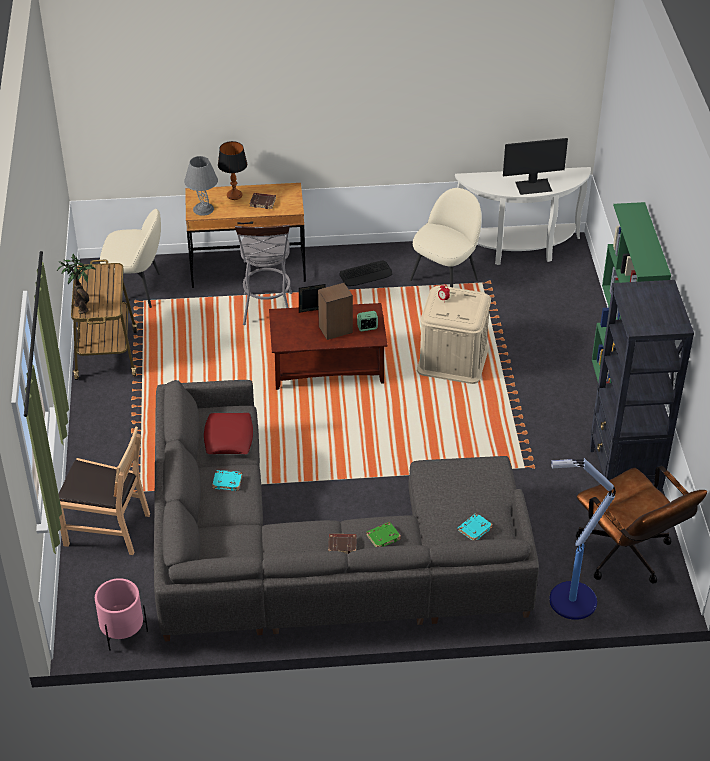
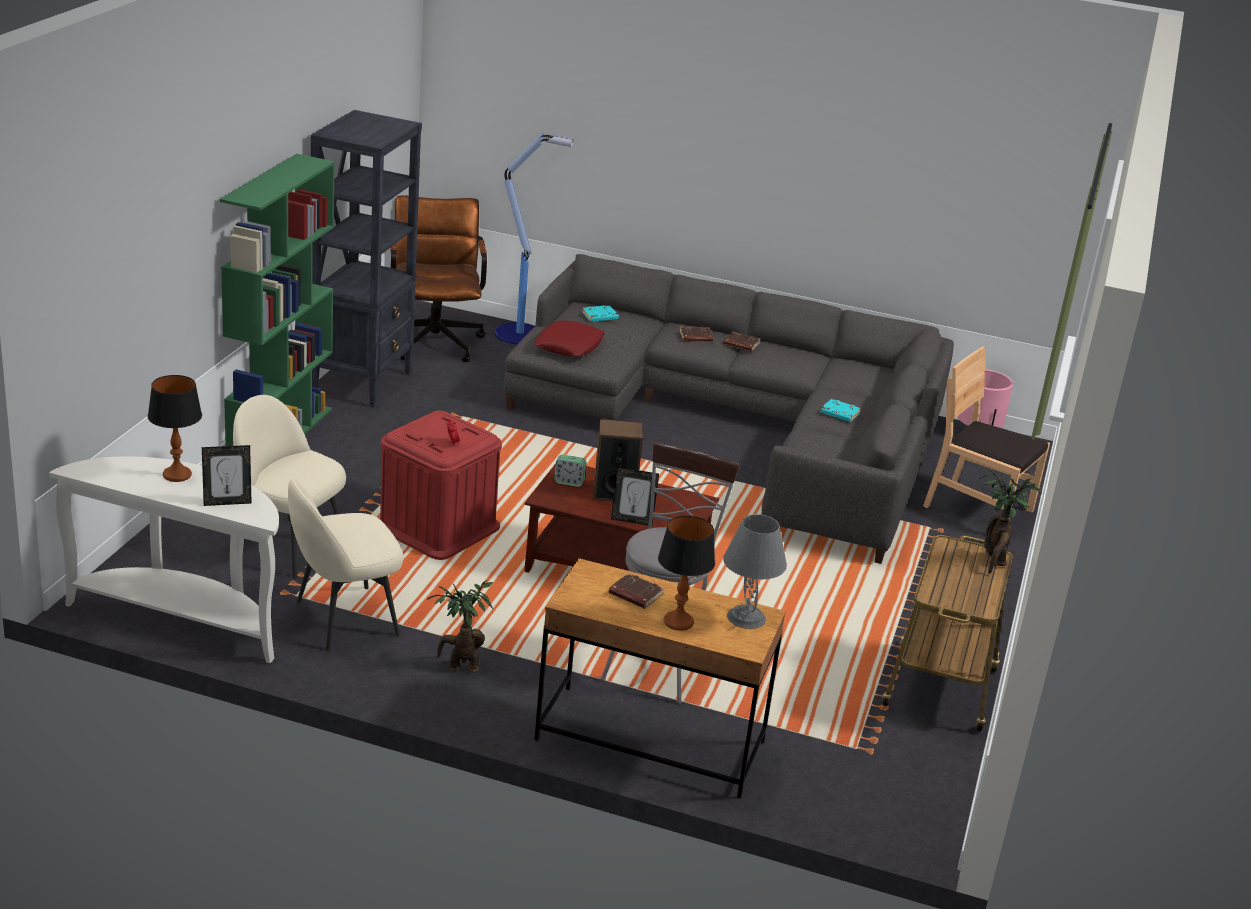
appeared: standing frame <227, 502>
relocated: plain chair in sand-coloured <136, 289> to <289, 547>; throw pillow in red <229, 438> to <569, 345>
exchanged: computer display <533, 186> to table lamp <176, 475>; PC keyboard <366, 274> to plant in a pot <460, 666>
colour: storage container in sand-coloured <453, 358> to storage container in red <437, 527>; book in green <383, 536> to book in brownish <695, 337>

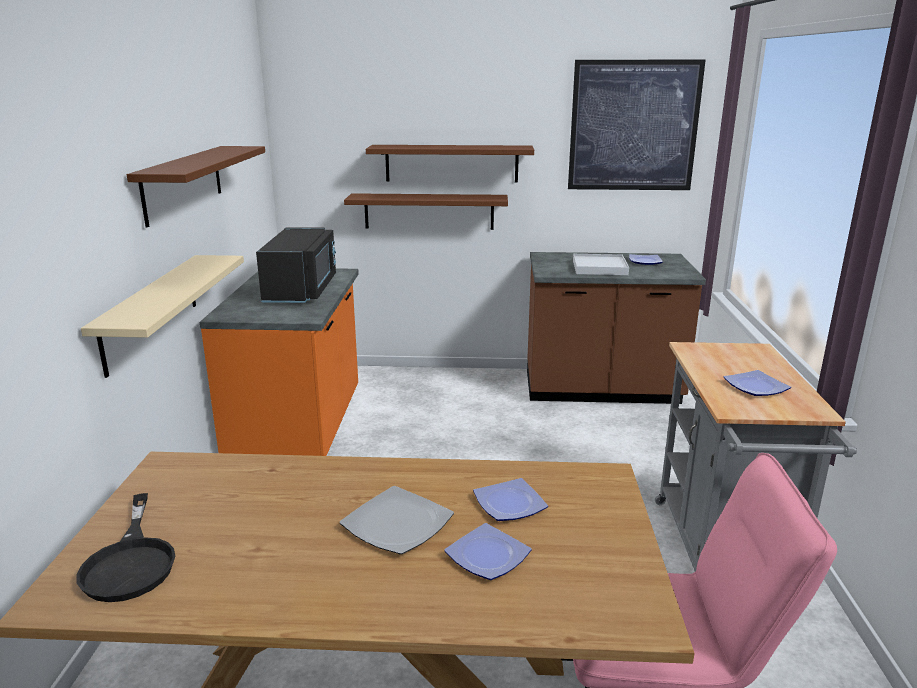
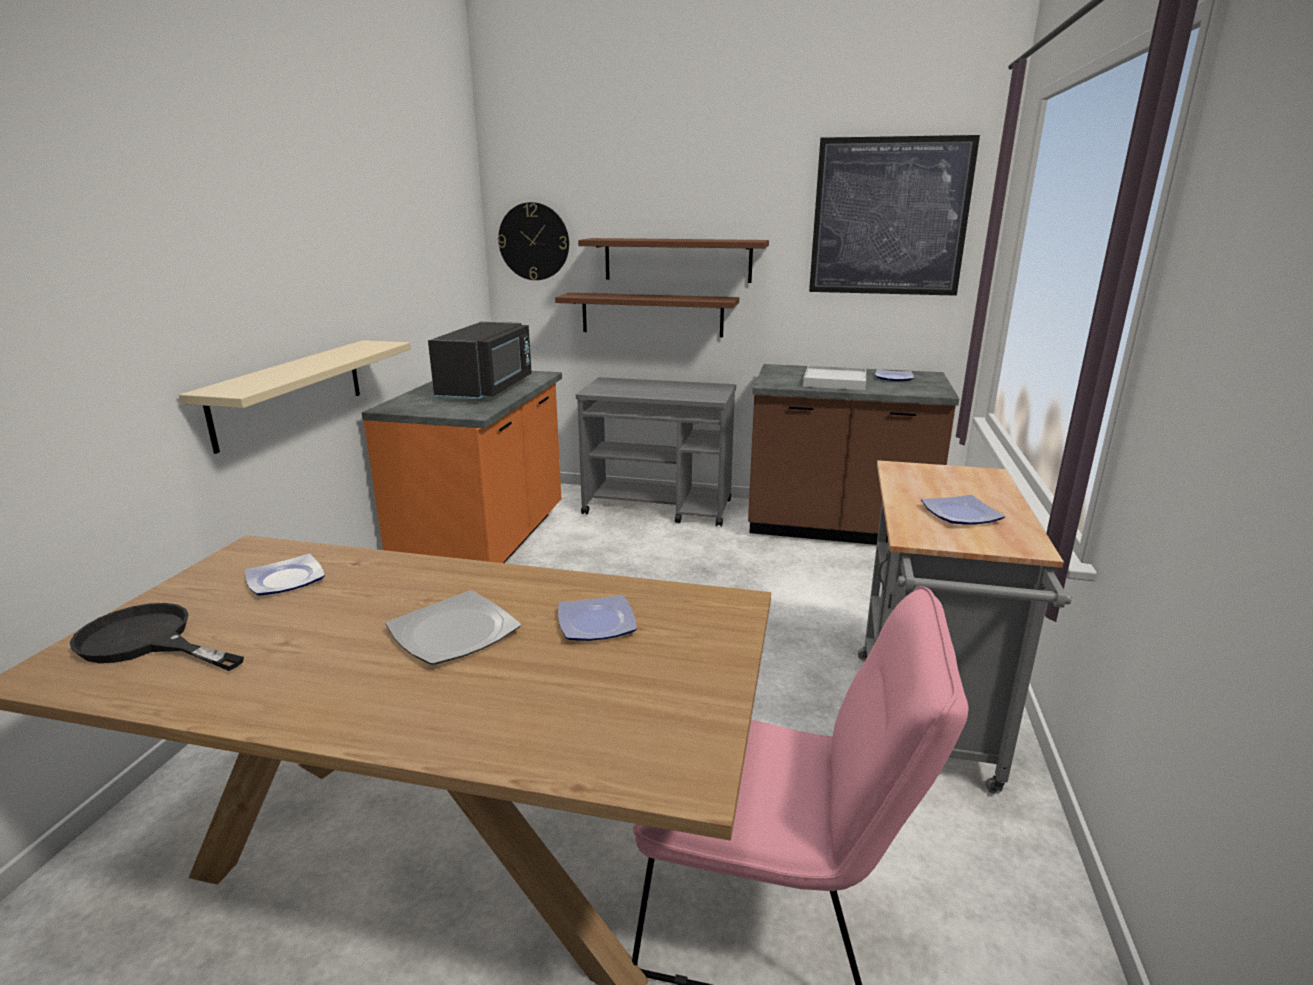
missing: shelf in brownish <183, 183>
appeared: hanging clock <534, 241>; trolley in grey <659, 507>
relocated: dinner plate <487, 557> to <285, 581>
spun: pan in black <131, 561> = <147, 642> 120 degrees clockwise

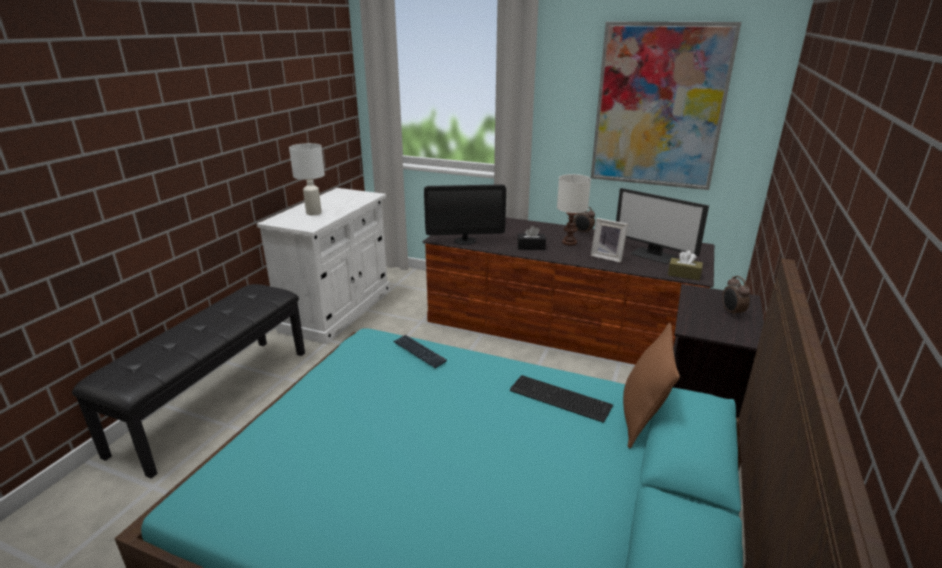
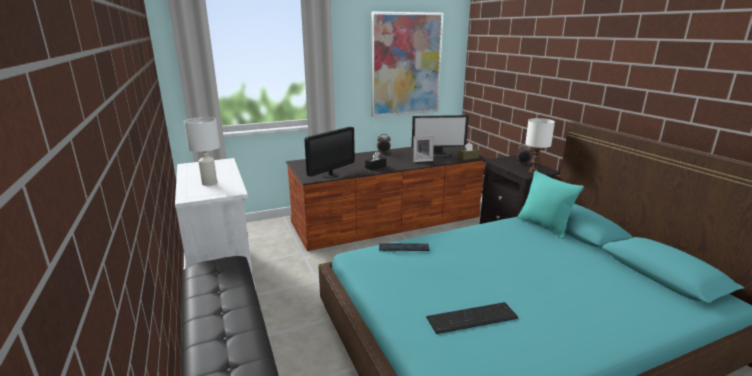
relocated: table lamp in whitish <569, 242> to <533, 172>; PC keyboard <560, 399> to <473, 318>
colour: throw pillow in brownish <642, 418> to throw pillow in blue-green <544, 226>

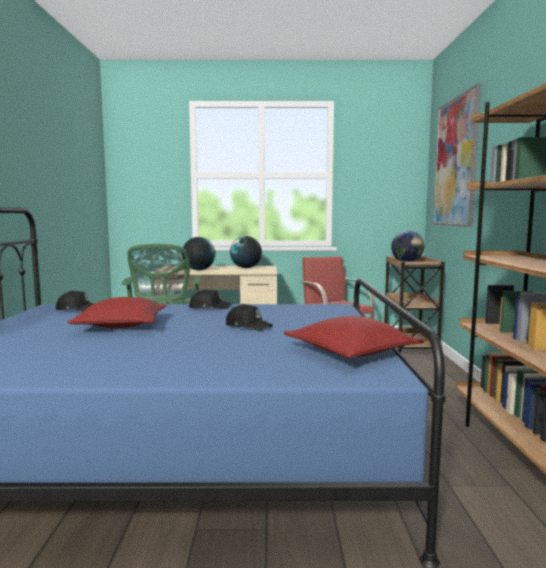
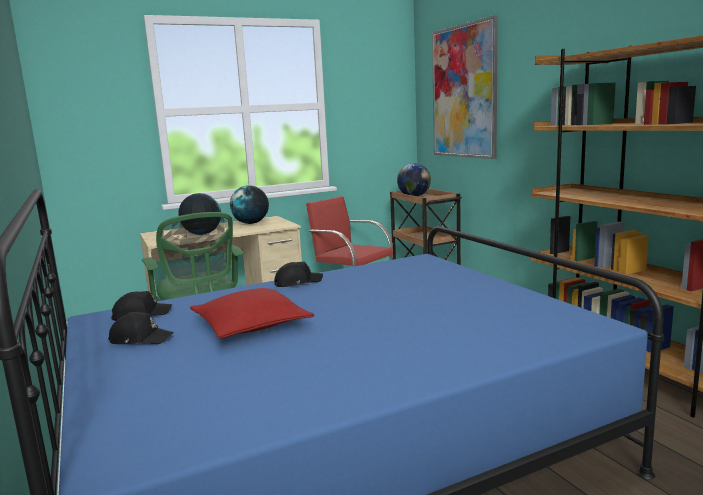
missing: throw pillow in red <351, 352>
relocated: baseball cap in black <248, 326> to <141, 339>

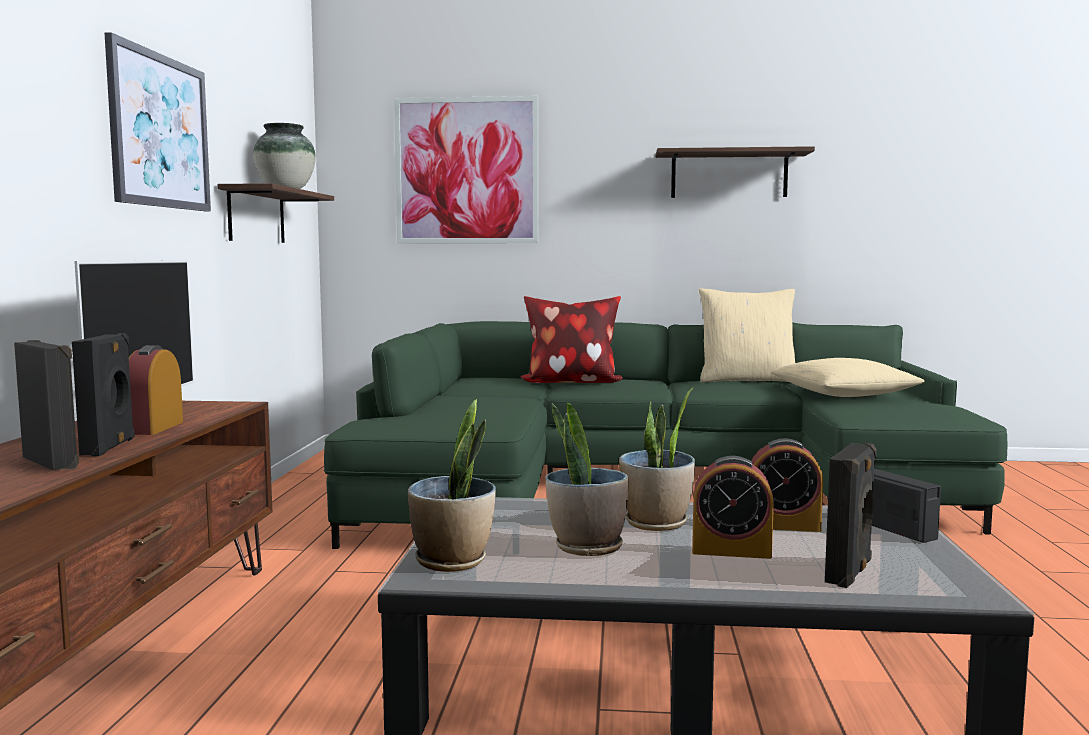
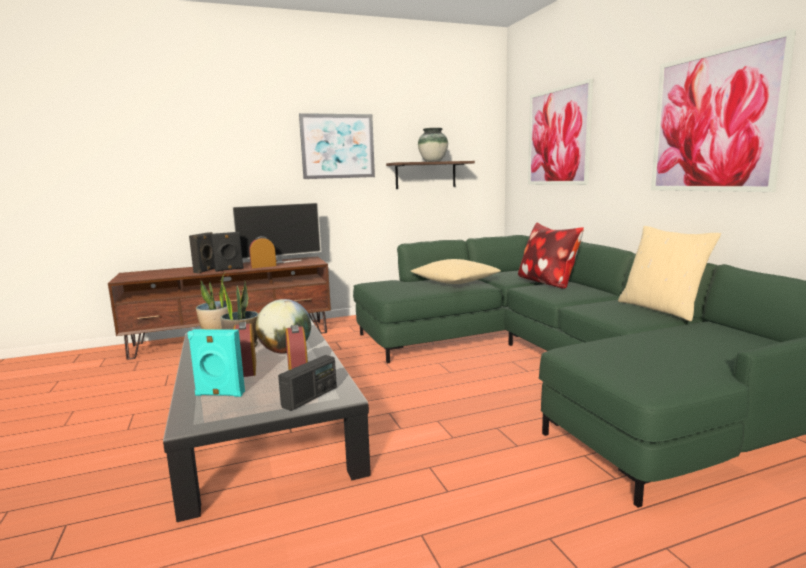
relocated: throw pillow in sand-coloured <843, 395> to <455, 282>
exchanged: shelf <729, 175> to wall picture <713, 122>; plant in a pot <656, 523> to desk globe <286, 351>
colour: speaker in black <850, 572> to speaker in blue-green <219, 394>

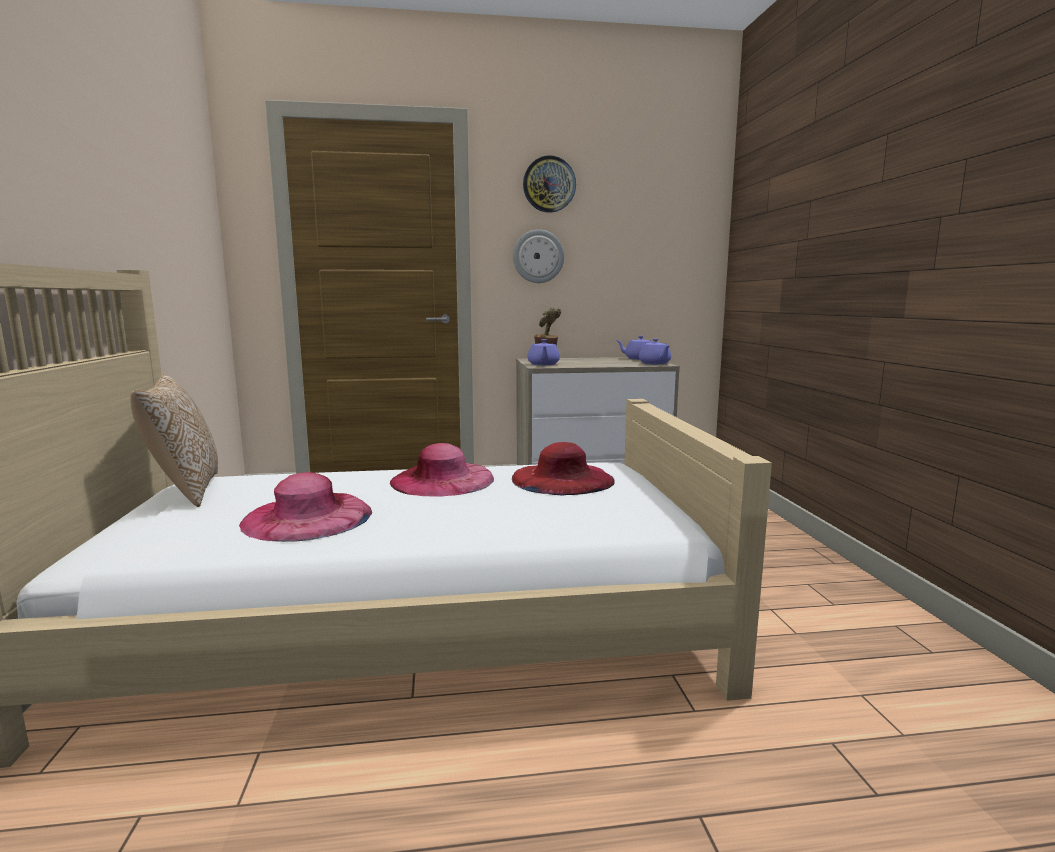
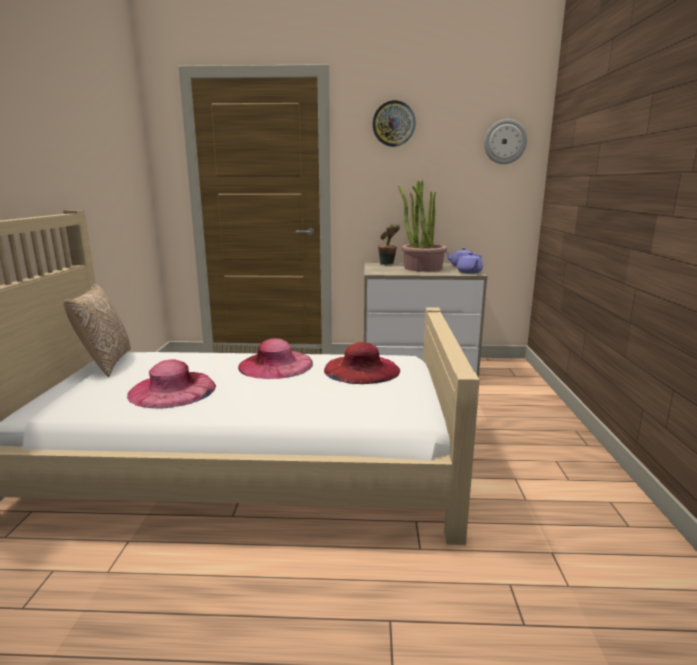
missing: teapot in purplish <543, 364>
appeared: plant in a pot <422, 268>
relocated: hanging clock <538, 256> to <505, 142>

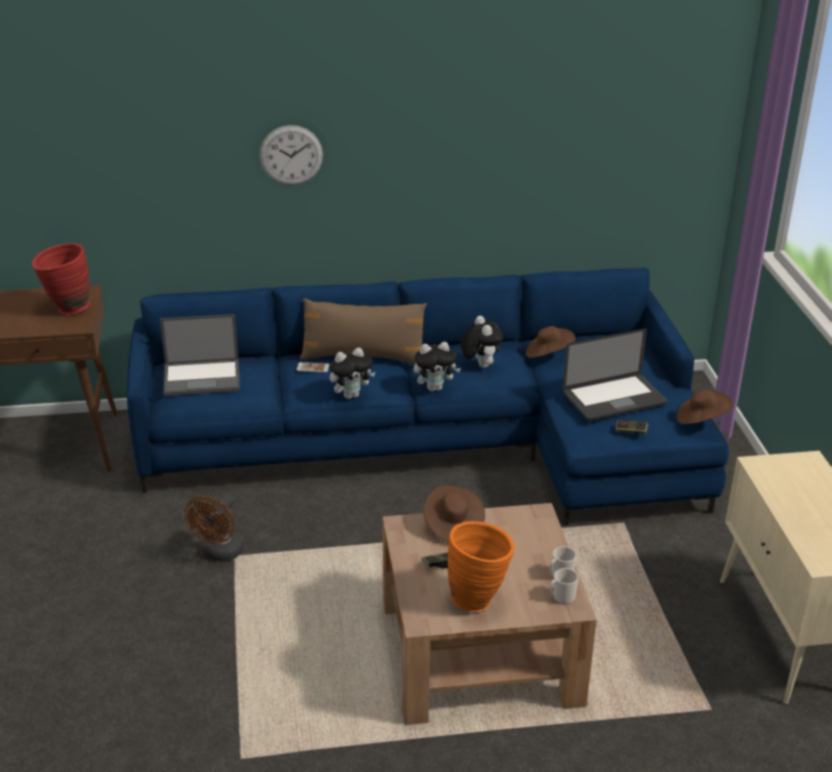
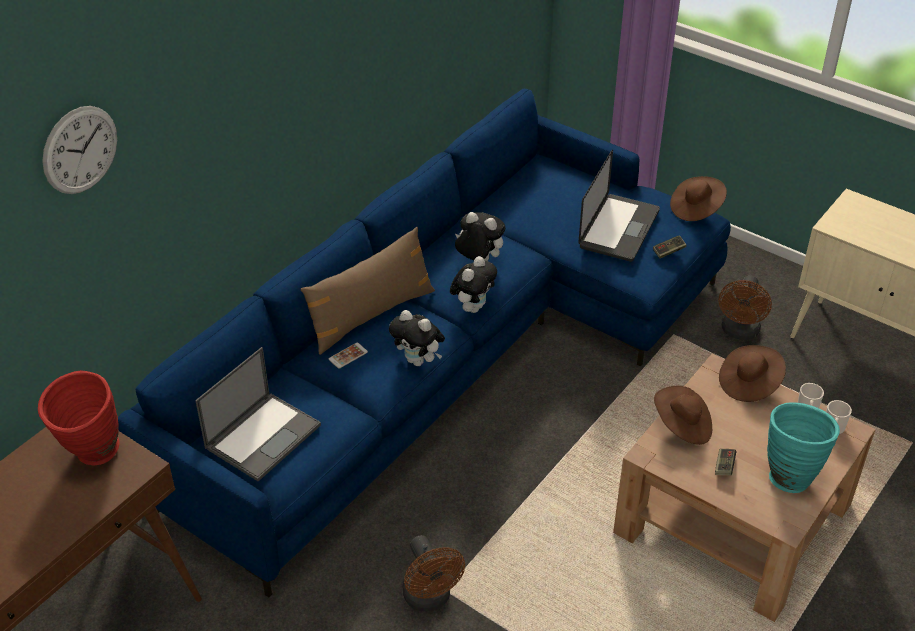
appeared: cooling fan in brownish <739, 332>
relocated: hanging clock <291, 155> to <80, 150>; wearable hat in brownish <548, 354> to <749, 384>
colour: vase in orangey <478, 598> to vase in blue-green <789, 474>
spun: cuddly toy <351, 395> = <418, 361> 105 degrees clockwise

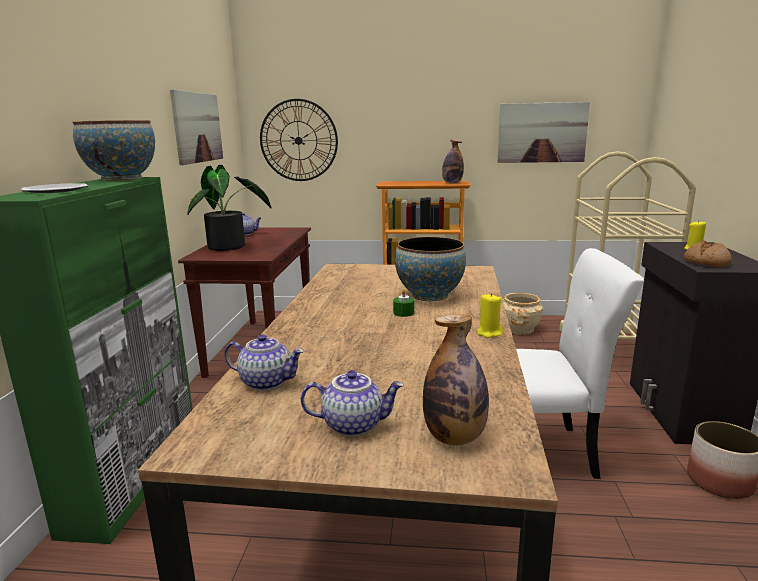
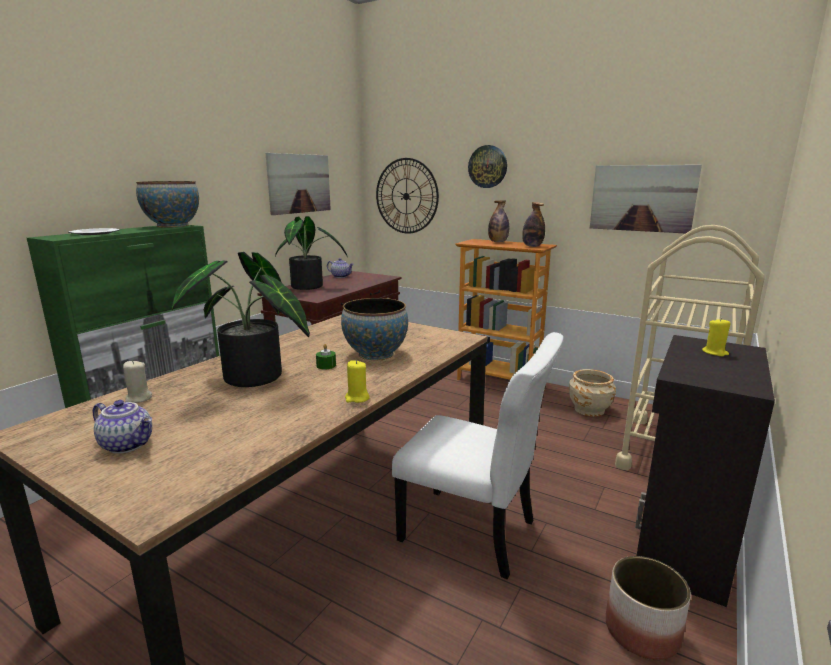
missing: bakery bread <706, 263>
appeared: hanging clock <487, 166>; plant in a pot <255, 379>
relocated: bottle <454, 437> to <498, 242>
exchanged: teapot <266, 382> to candle in sand-coloured <138, 398>

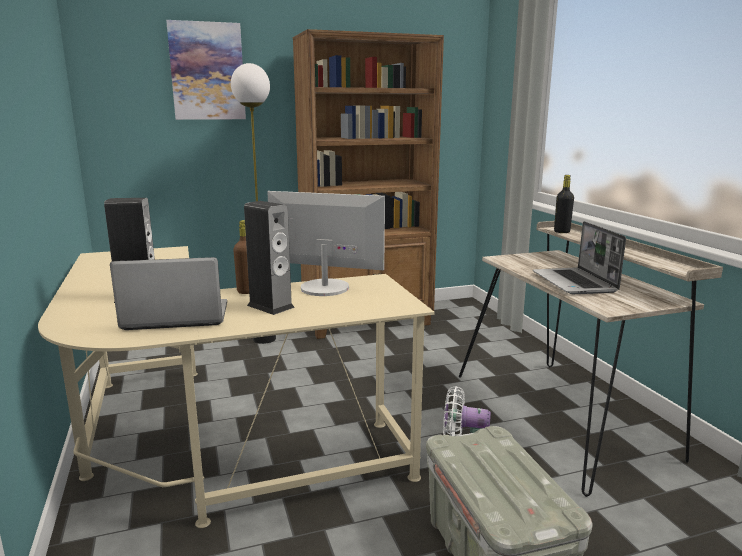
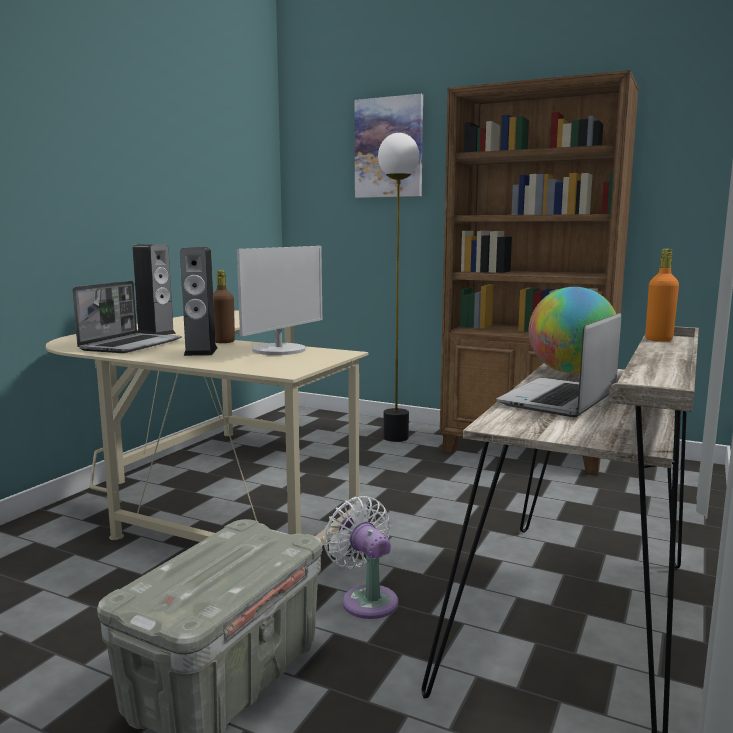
appeared: desk globe <570, 372>
colour: bottle in black <561, 232> to bottle in orangey <658, 340>
spun: computer display <325, 288> = <279, 350> 60 degrees clockwise; laptop <174, 317> = <131, 345> 75 degrees clockwise

